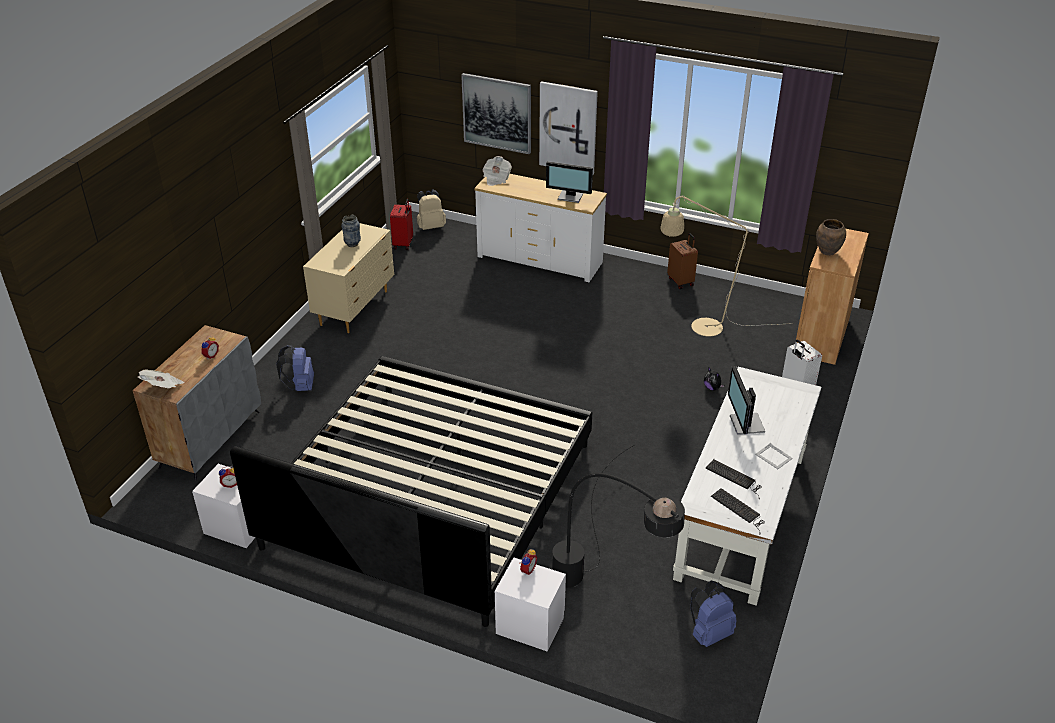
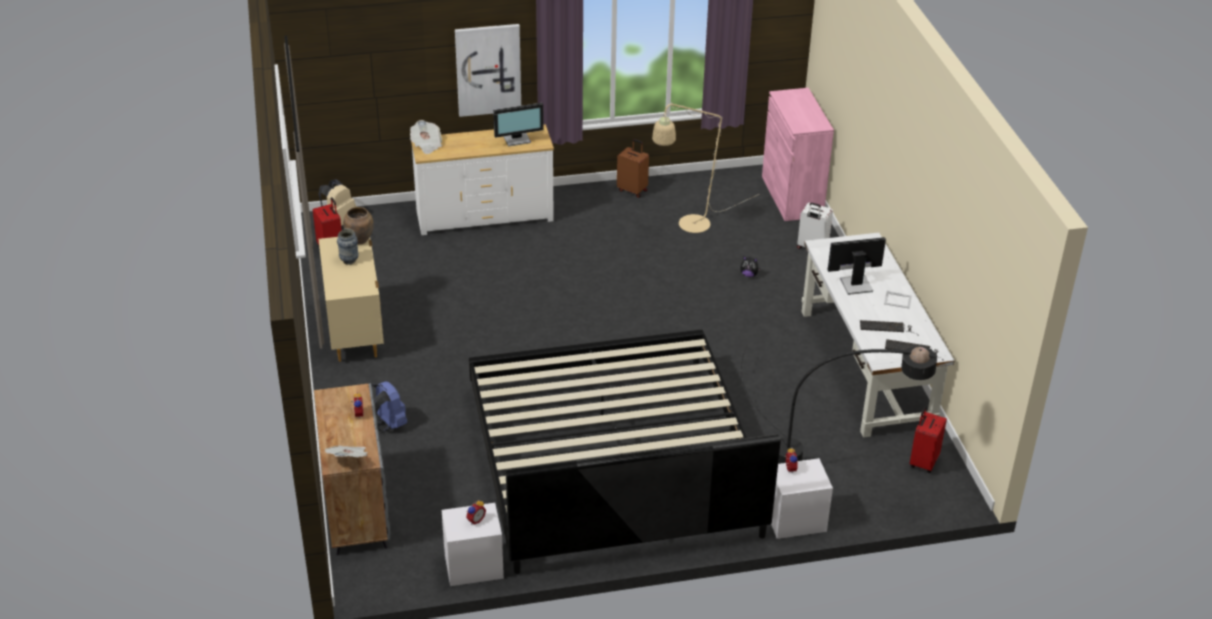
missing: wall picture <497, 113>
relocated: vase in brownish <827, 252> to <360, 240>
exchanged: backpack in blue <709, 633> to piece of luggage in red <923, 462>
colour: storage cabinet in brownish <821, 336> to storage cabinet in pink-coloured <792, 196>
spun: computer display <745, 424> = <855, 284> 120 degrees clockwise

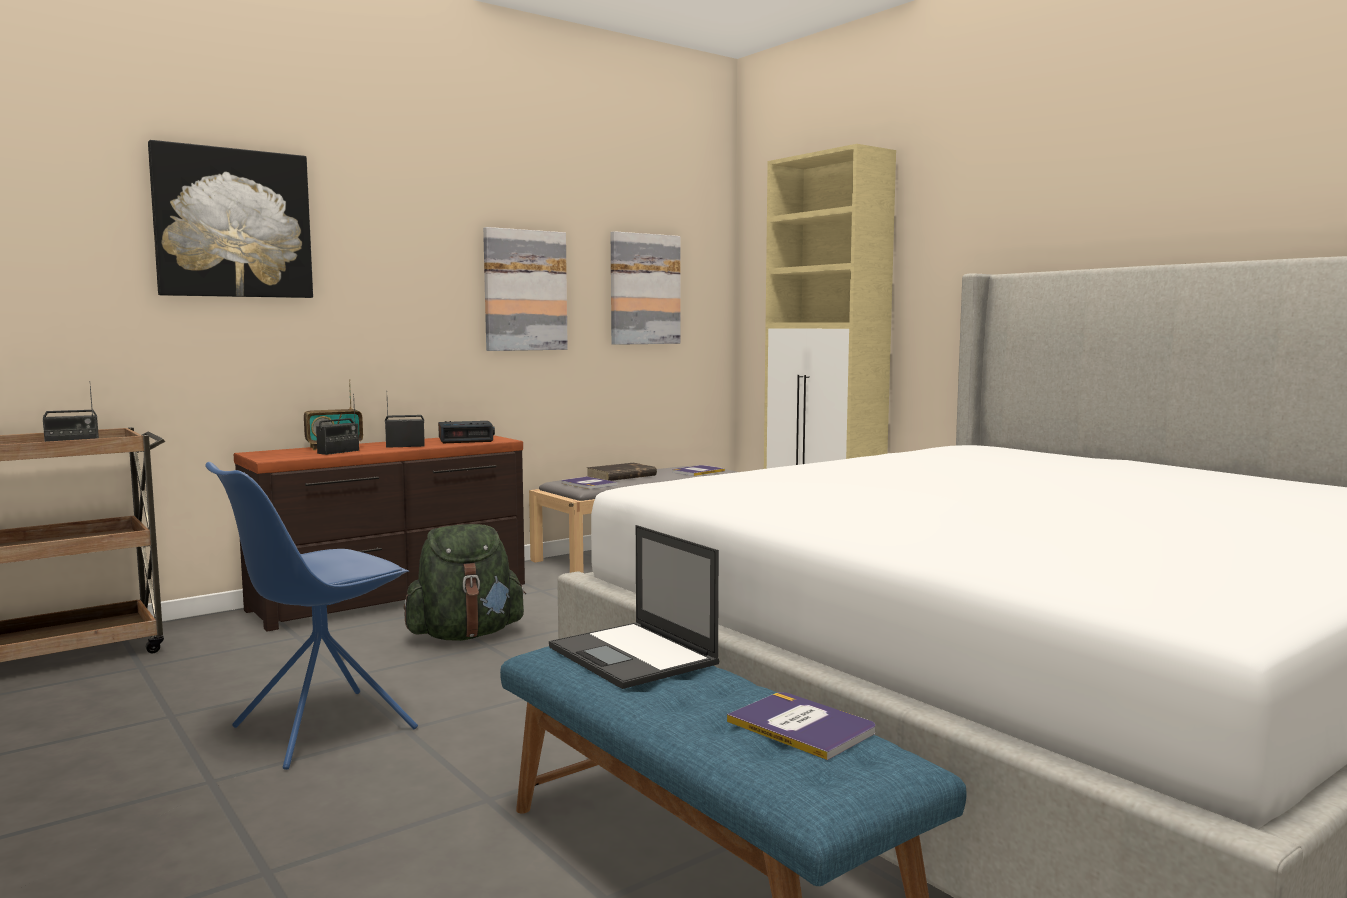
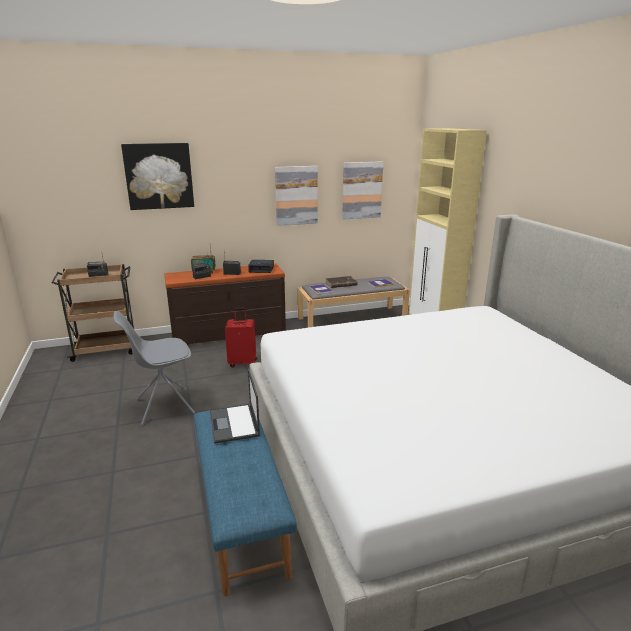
missing: book <802, 726>
exchanged: backpack in green <465, 635> to piece of luggage in red <243, 363>
colour: plain chair in blue <321, 729> to plain chair in grey <163, 406>

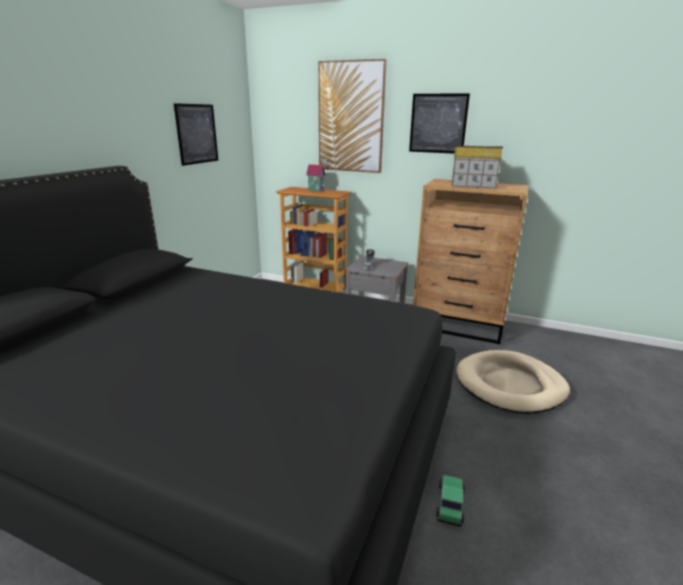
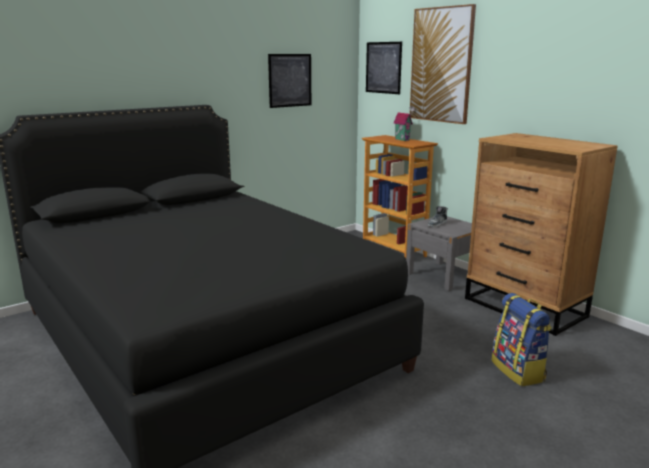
missing: model house <472, 185>; toy car <450, 503>
relocated: wall picture <438, 123> to <383, 67>
exchanged: pet bed in sand-coloured <510, 385> to backpack <518, 371>

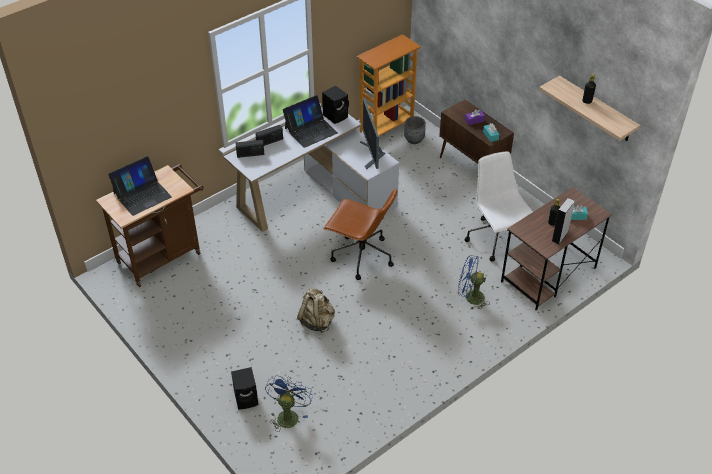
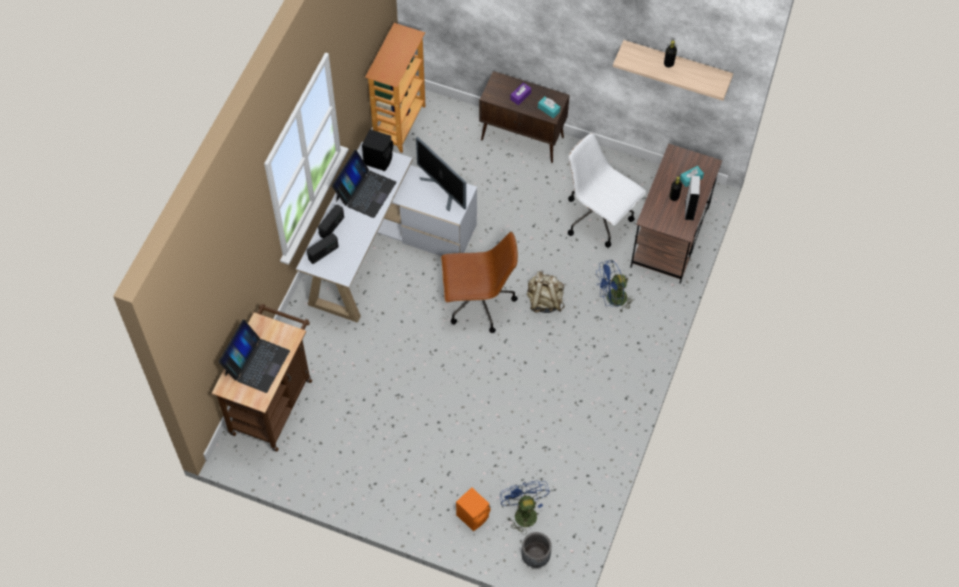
relocated: flower pot in grey <414, 139> to <535, 556>; backpack in sand-coloured <317, 321> to <544, 301>
colour: speaker in black <247, 398> to speaker in orangey <473, 515>

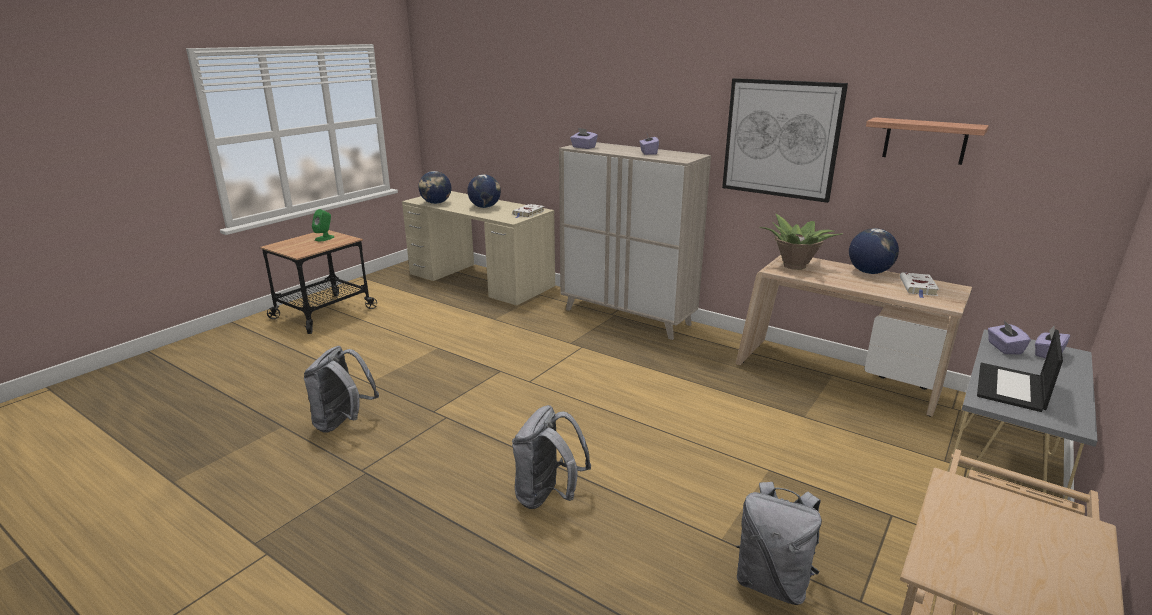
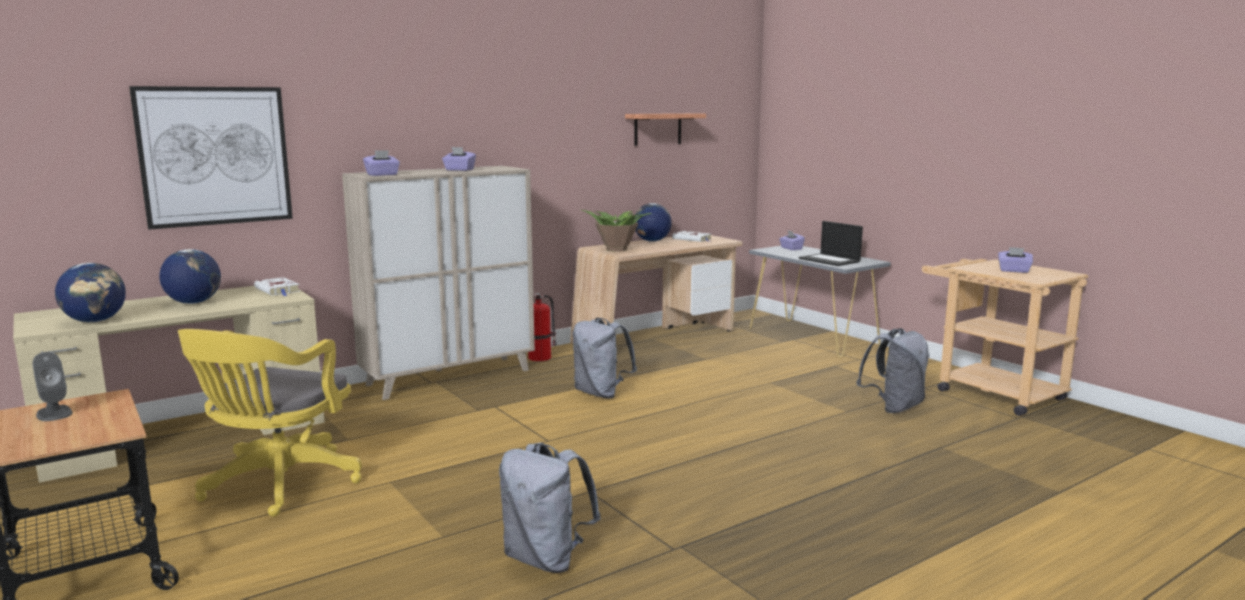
appeared: extinguisher <541, 357>; computer chair in yellow-coloured <277, 485>
relocated: wall picture <781, 139> to <215, 156>; tissue box in purplish <1004, 348> to <1014, 271>; backpack in grey <548, 496> to <601, 393>
colour: speaker in green <324, 238> to speaker in grey <54, 413>

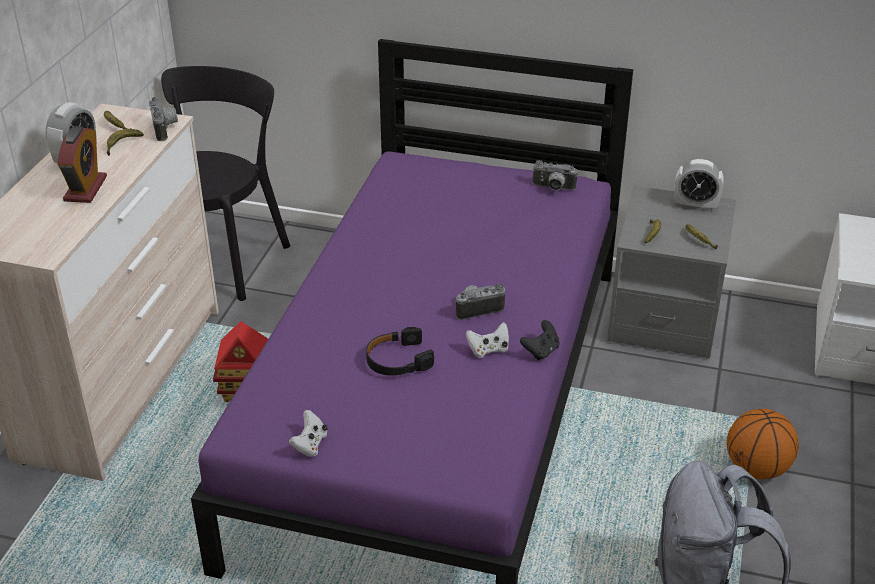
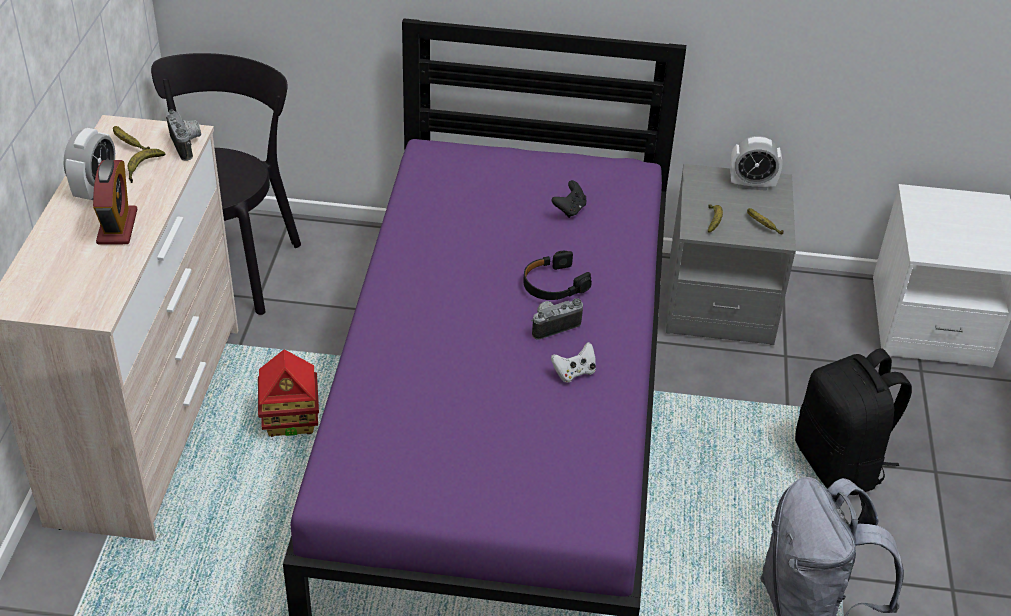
missing: still camera <553, 189>; gamepad in whitish <310, 444>
relocated: gamepad in black <541, 351> to <570, 209>; headphones in black <398, 360> to <553, 284>
exchanged: ball for basketball <757, 468> to backpack in black <840, 464>

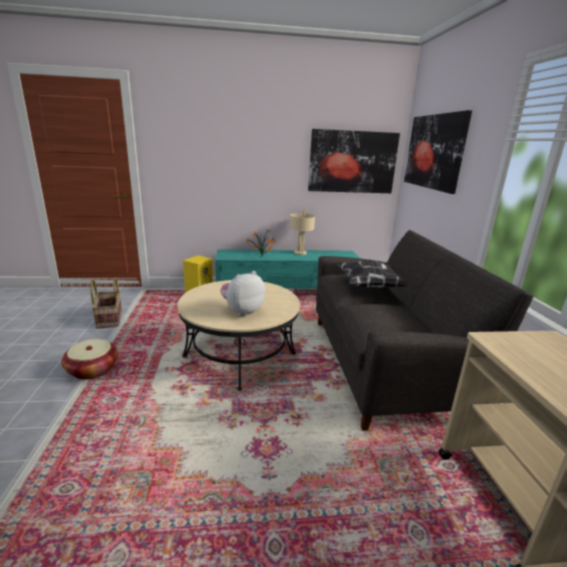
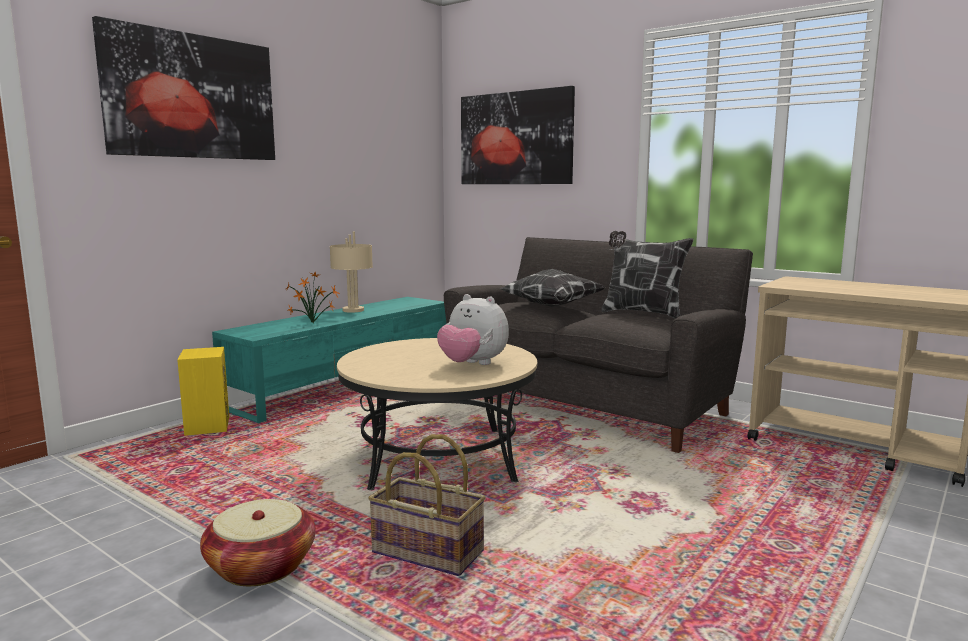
appeared: throw pillow <642, 313>
relocated: wall picture <352, 162> to <192, 96>; basket <108, 319> to <426, 553>
spun: cuddly toy <242, 311> = <472, 364> 60 degrees counterclockwise

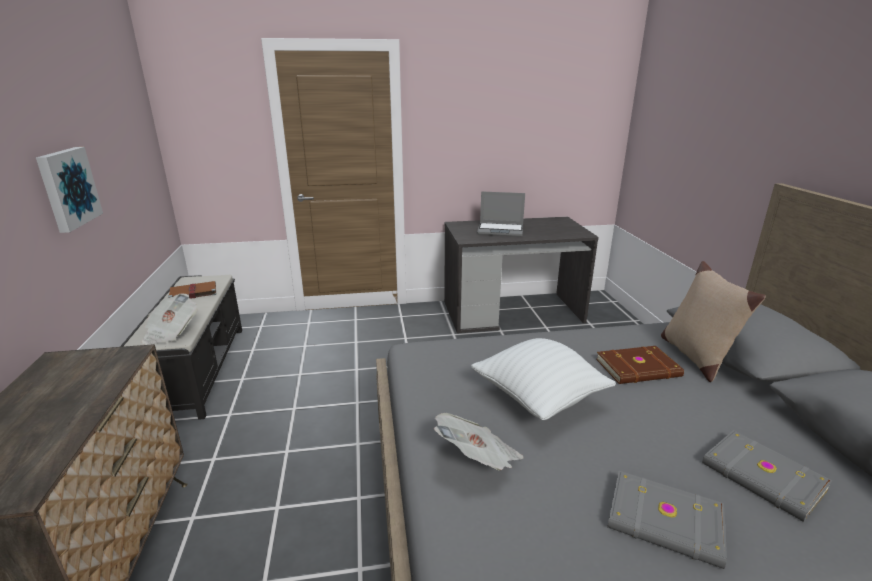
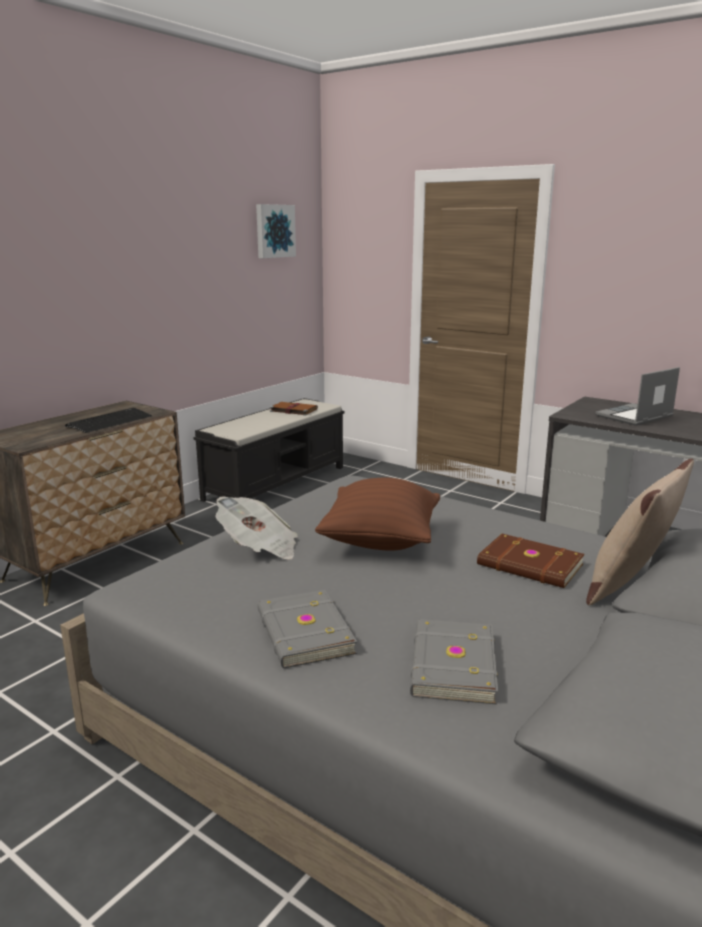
missing: daily paper <171, 332>
appeared: PC keyboard <110, 421>
relocated: wall picture <67, 188> to <274, 231>
colour: throw pillow in whitish <538, 398> to throw pillow in brownish <380, 541>
spun: laptop <501, 230> = <634, 416> 90 degrees clockwise

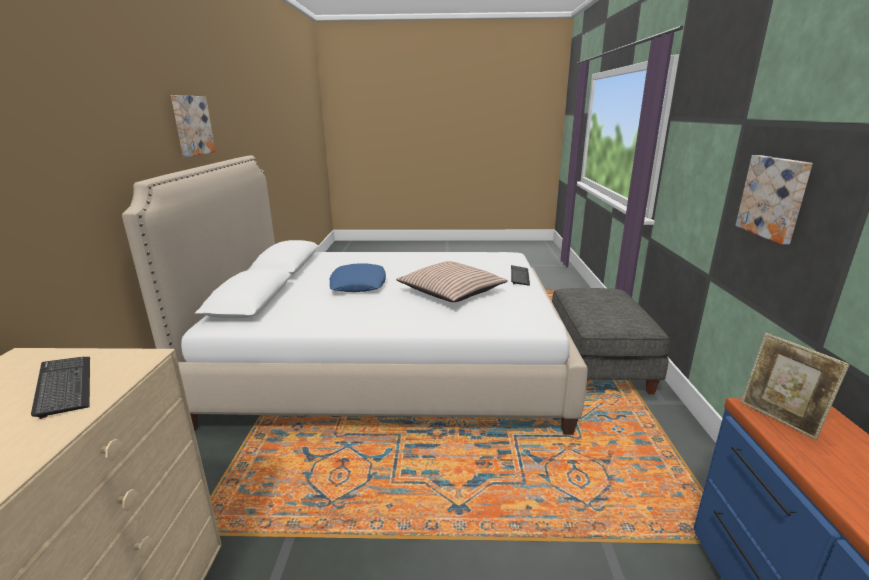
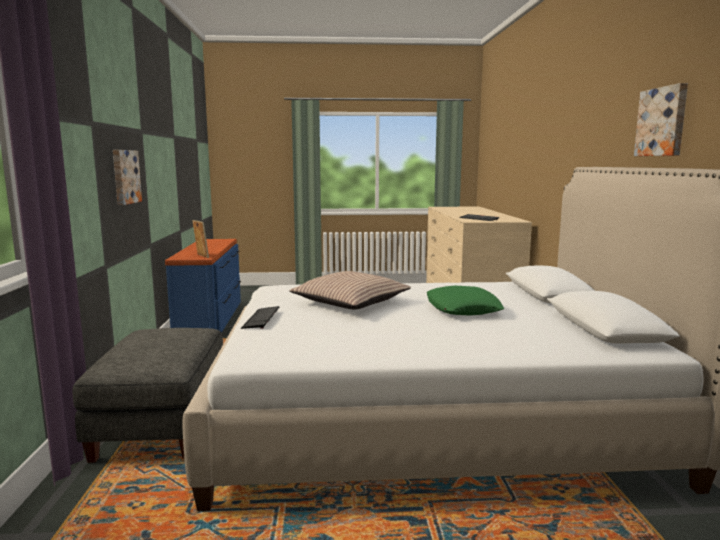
colour: throw pillow in blue <358, 284> to throw pillow in green <463, 309>

